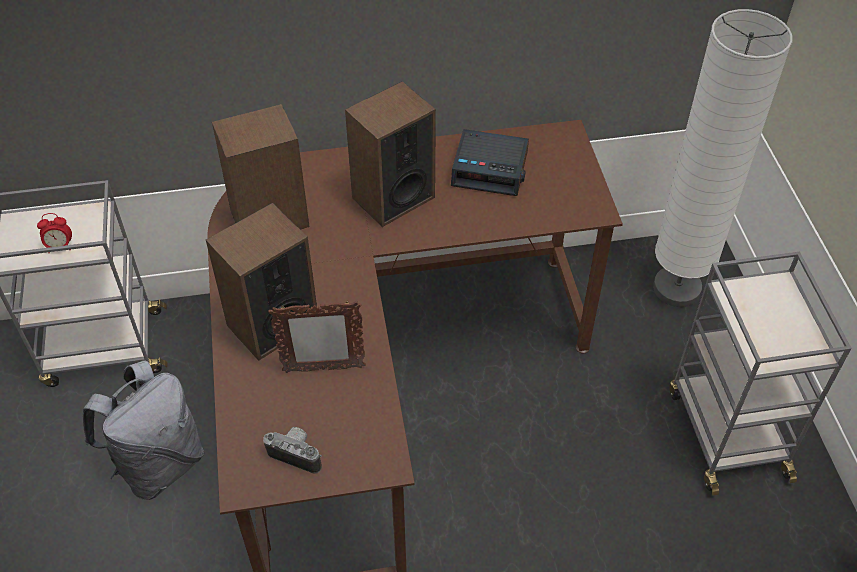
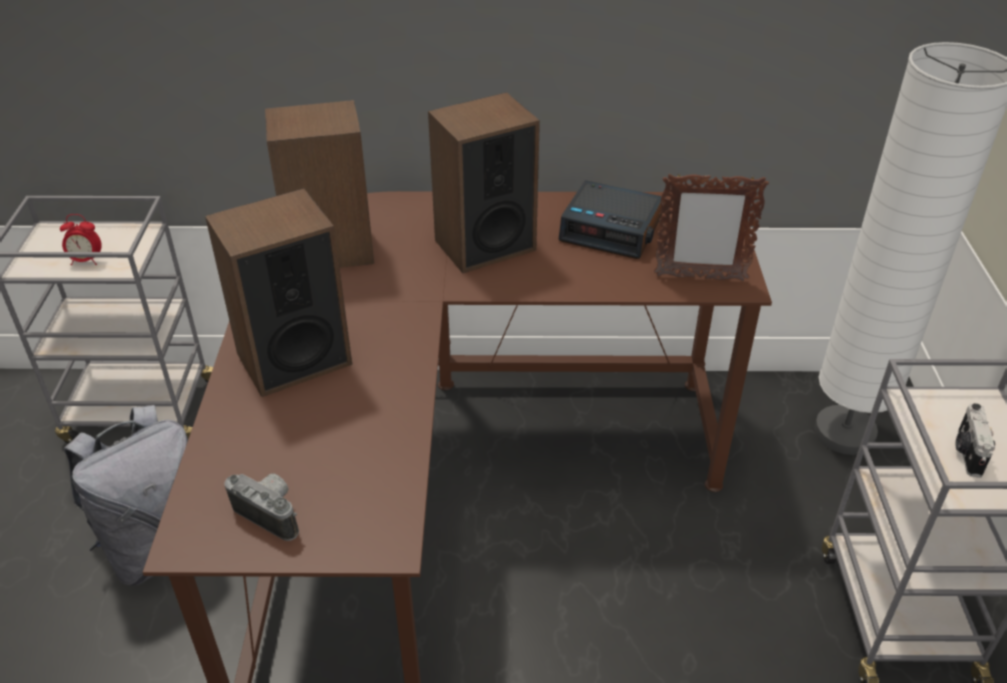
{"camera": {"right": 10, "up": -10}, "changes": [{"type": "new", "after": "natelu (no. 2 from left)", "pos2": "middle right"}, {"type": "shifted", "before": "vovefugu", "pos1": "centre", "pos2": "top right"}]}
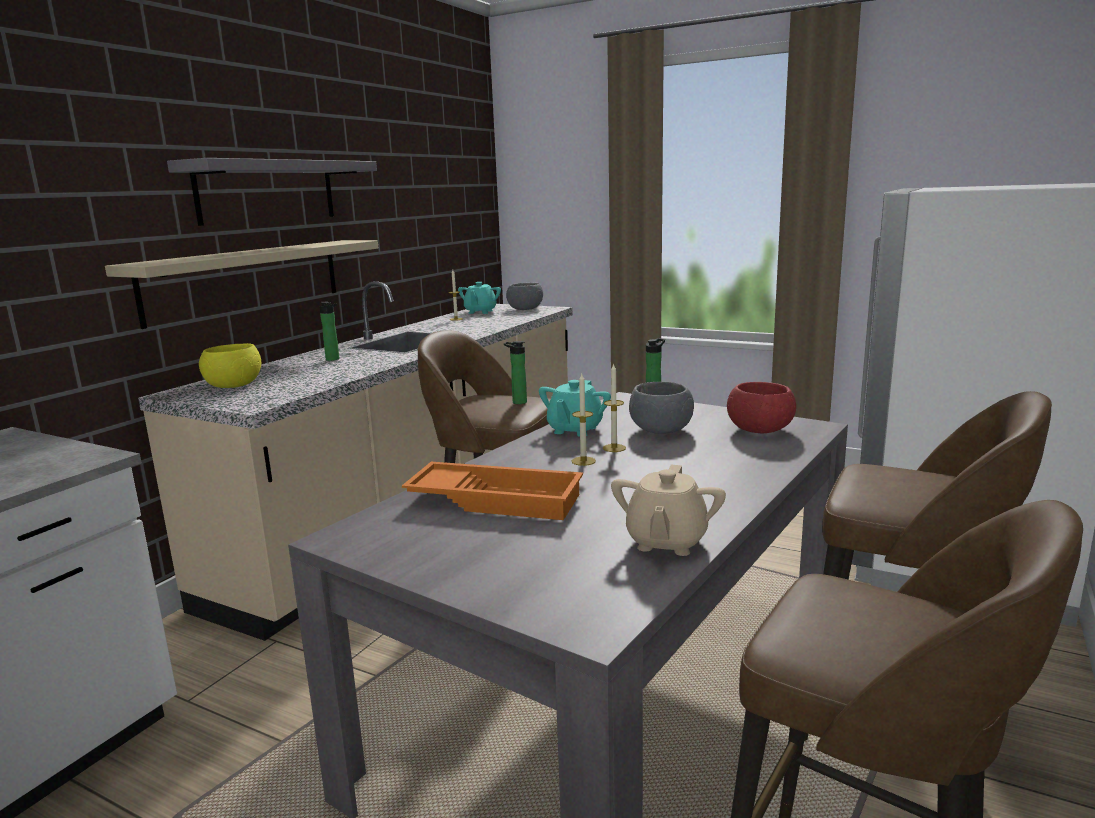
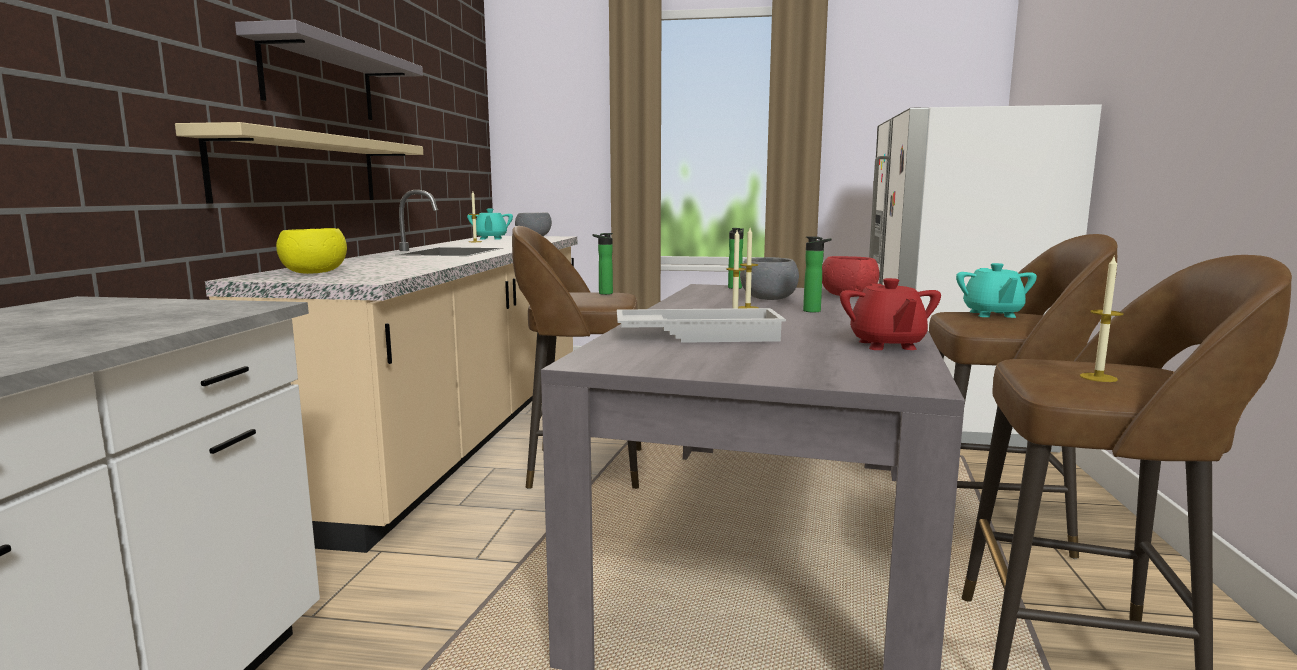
{"camera": {"right": -20, "up": -5}, "changes": [{"type": "new", "after": "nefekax (no. 4 from left)", "pos2": "middle right"}, {"type": "shifted", "before": "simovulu (no. 1 from left in the first image)", "after": "simovulu (no. 3 from left)", "pos1": "middle left", "pos2": "centre"}, {"type": "shifted", "before": "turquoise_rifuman (no. 2 from left)", "pos1": "centre", "pos2": "middle right"}, {"type": "repainted", "before": "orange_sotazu", "after": "white_sotazu", "pos1": "centre", "pos2": "centre"}, {"type": "repainted", "before": "beige_rifuman", "after": "red_rifuman", "pos1": "centre", "pos2": "middle right"}]}
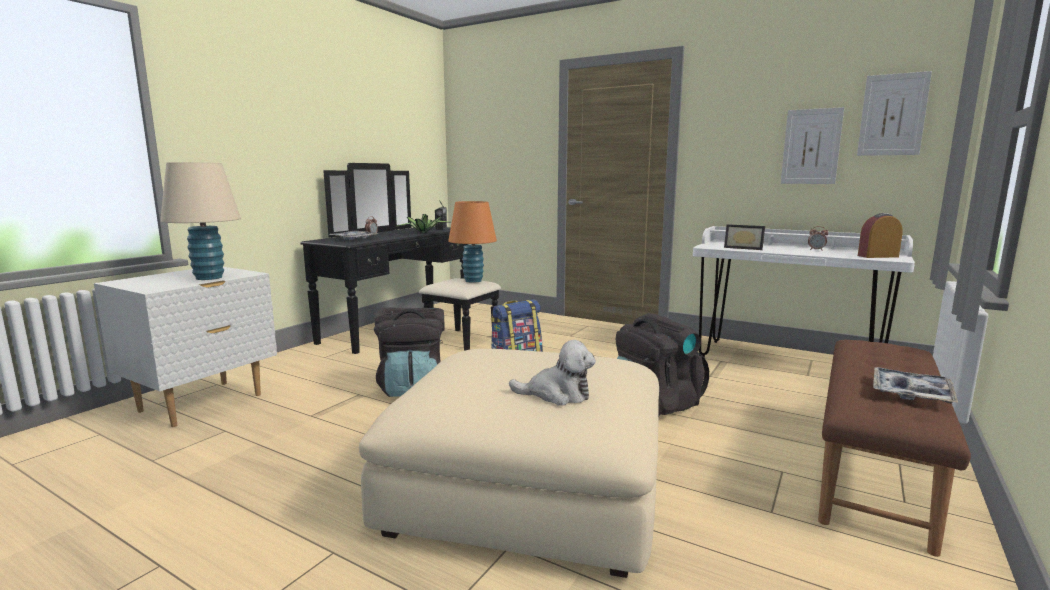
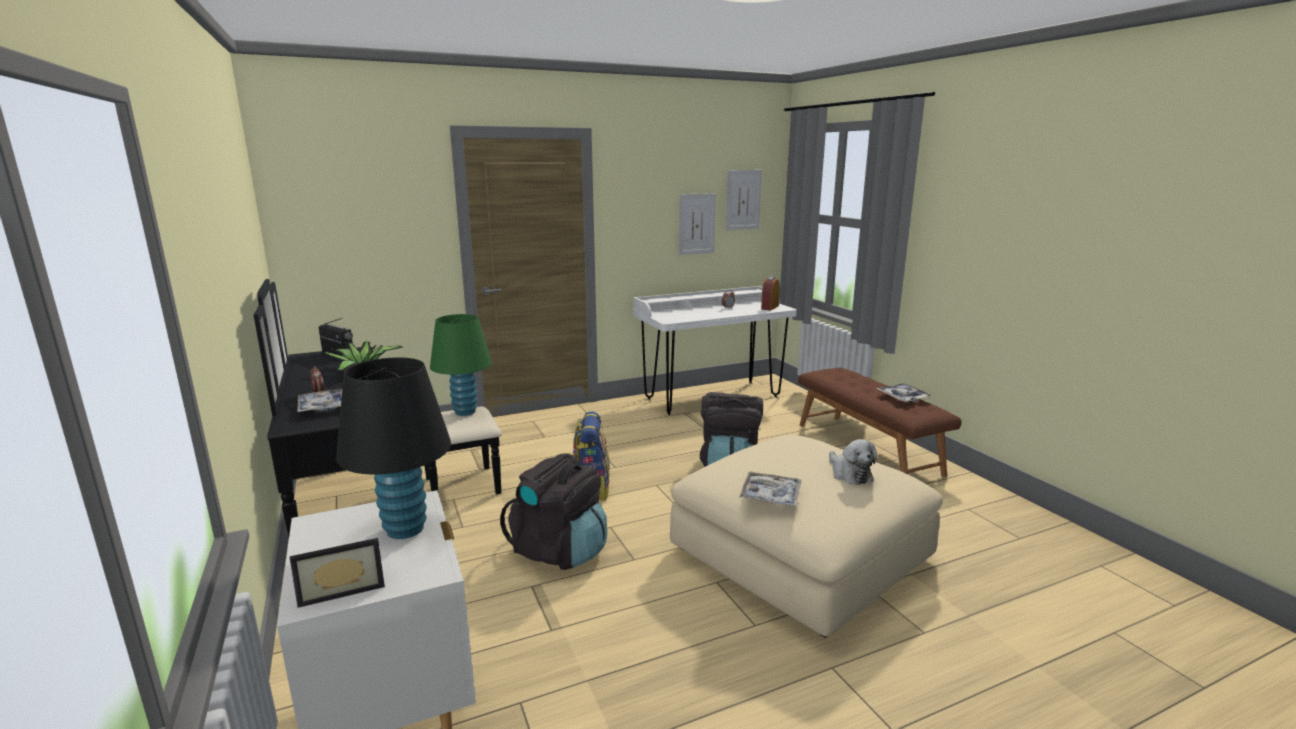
{"camera": {"right": -55, "up": 5}, "changes": [{"type": "new", "after": "sotazu (no. 2 from left)", "pos2": "bottom centre"}, {"type": "shifted", "before": "vovefugu", "pos1": "middle right", "pos2": "bottom left"}, {"type": "repainted", "before": "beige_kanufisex", "after": "black_kanufisex", "pos1": "middle left", "pos2": "middle left"}, {"type": "repainted", "before": "orange_kanufisex", "after": "green_kanufisex", "pos1": "centre", "pos2": "centre"}, {"type": "rotated", "before": "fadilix", "pos1": "centre", "pos2": "centre", "turn": 120}]}
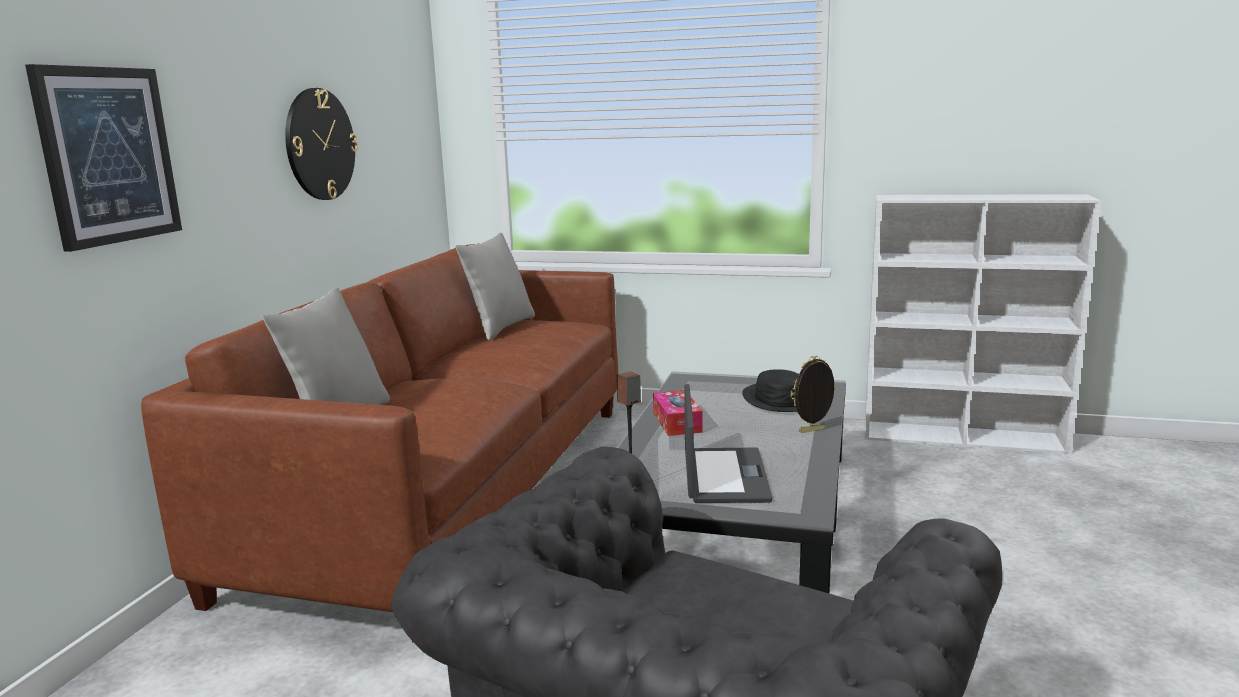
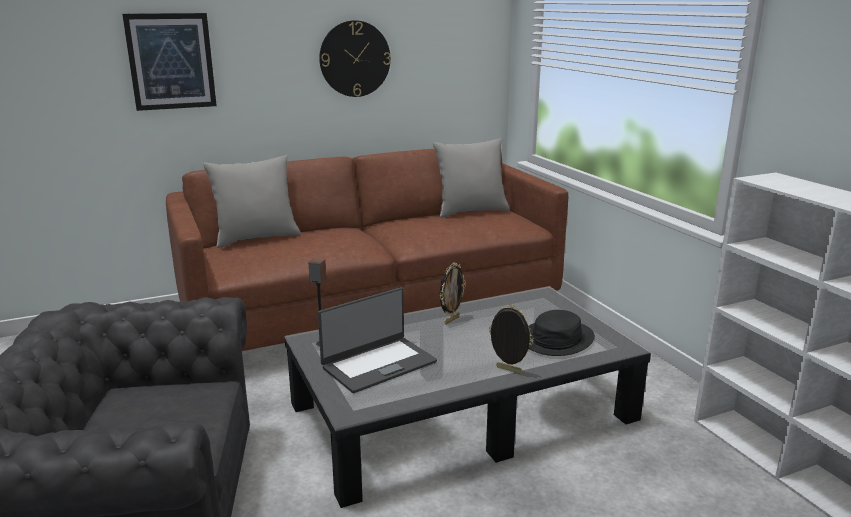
{"camera": {"right": 50, "up": 5}, "changes": [{"type": "swapped", "before": "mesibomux", "after": "vovefugu (no. 1 from left)", "pos1": "centre", "pos2": "centre"}]}
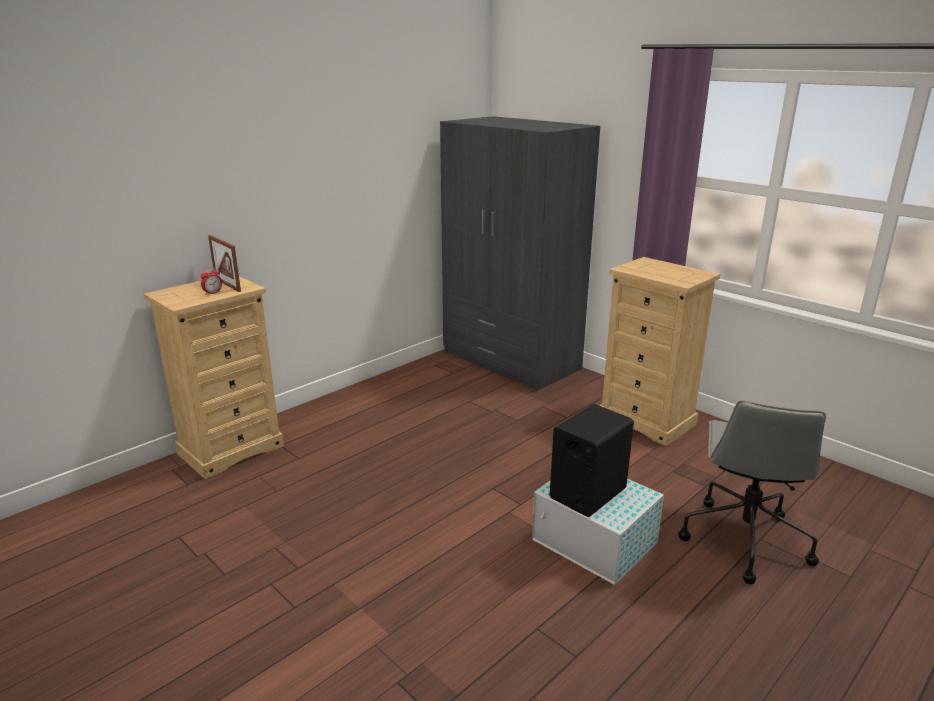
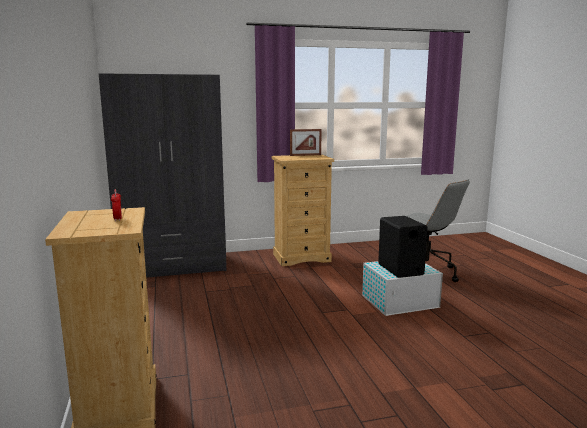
{"camera": {"right": -60, "up": -10}, "changes": [{"type": "shifted", "before": "vovefugu", "pos1": "middle left", "pos2": "top centre"}]}
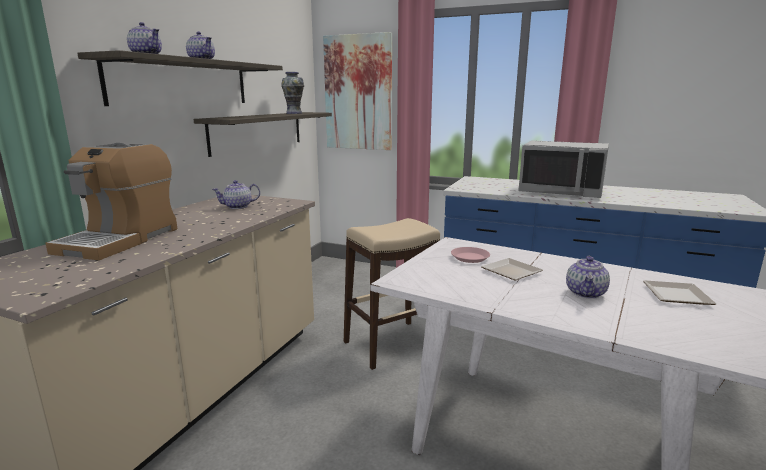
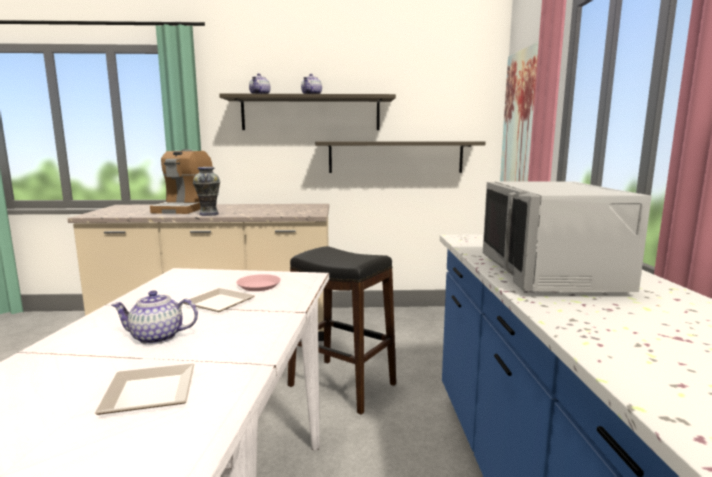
{"camera": {"right": 65, "up": -5}, "changes": [{"type": "gone", "before": "rifuman (no. 3 from left)", "pos1": "middle left"}, {"type": "shifted", "before": "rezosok", "pos1": "top centre", "pos2": "middle left"}, {"type": "repainted", "before": "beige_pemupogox", "after": "black_pemupogox", "pos1": "centre", "pos2": "bottom centre"}, {"type": "rotated", "before": "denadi", "pos1": "middle left", "pos2": "middle left", "turn": -75}]}
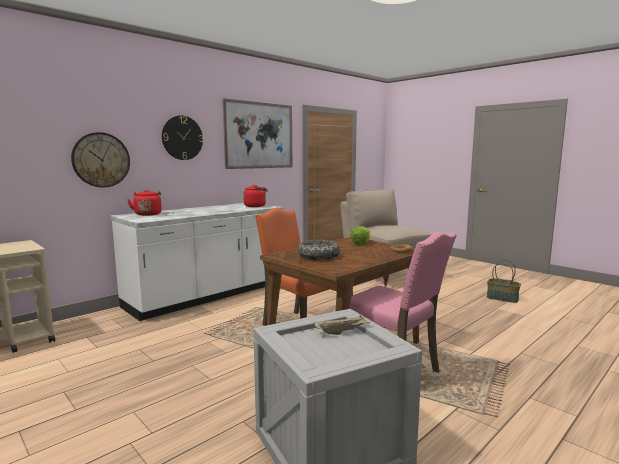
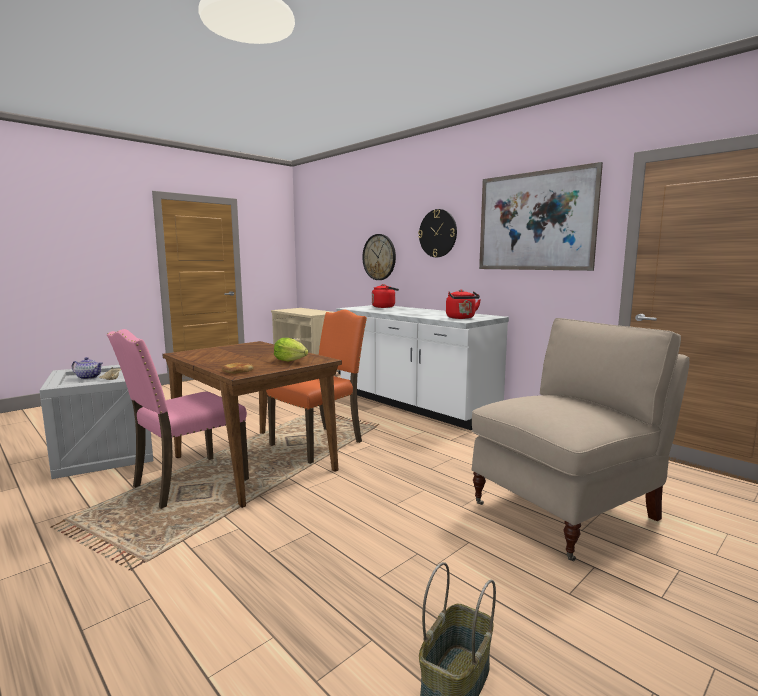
{"camera": {"right": 90, "up": 0}, "changes": [{"type": "gone", "before": "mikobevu", "pos1": "centre"}, {"type": "new", "after": "rifuman", "pos2": "middle left"}]}
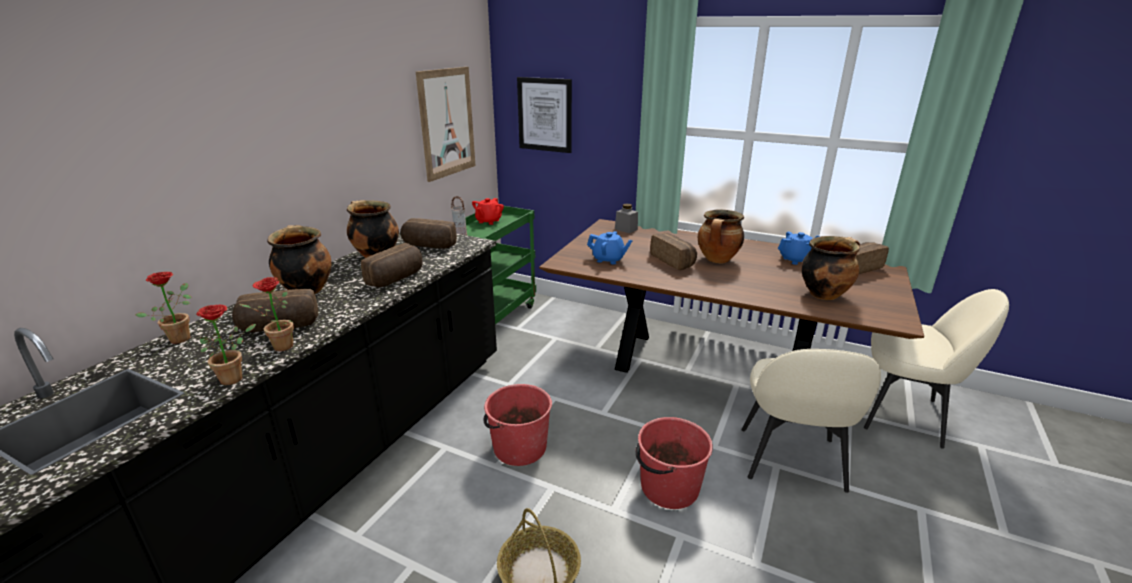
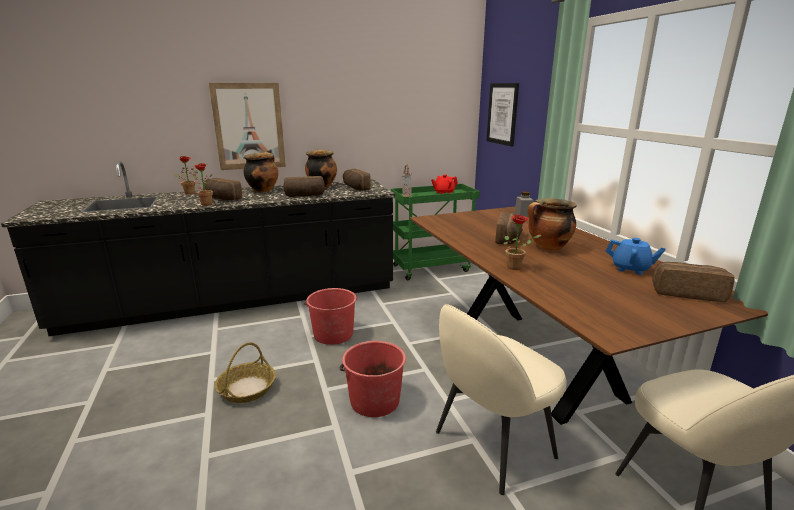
{"camera": {"right": 45, "up": -5}, "changes": [{"type": "gone", "before": "blue_rifuman (no. 1 from left)", "pos1": "centre"}, {"type": "gone", "before": "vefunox (no. 4 from left)", "pos1": "middle right"}, {"type": "shifted", "before": "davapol (no. 2 from left in the first image)", "after": "davapol (no. 3 from left)", "pos1": "middle left", "pos2": "centre"}, {"type": "shifted", "before": "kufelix (no. 1 from left)", "pos1": "top centre", "pos2": "top left"}]}
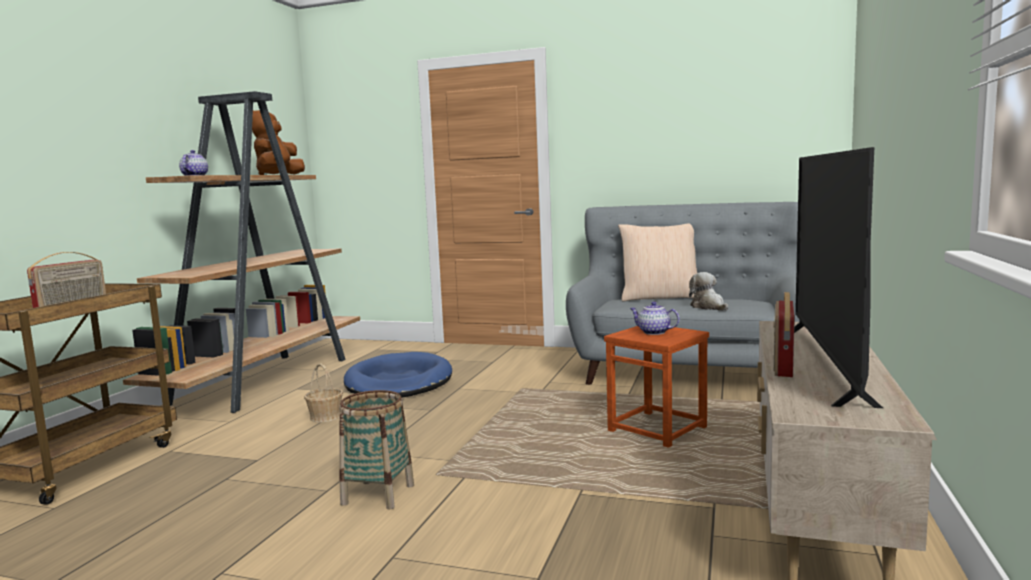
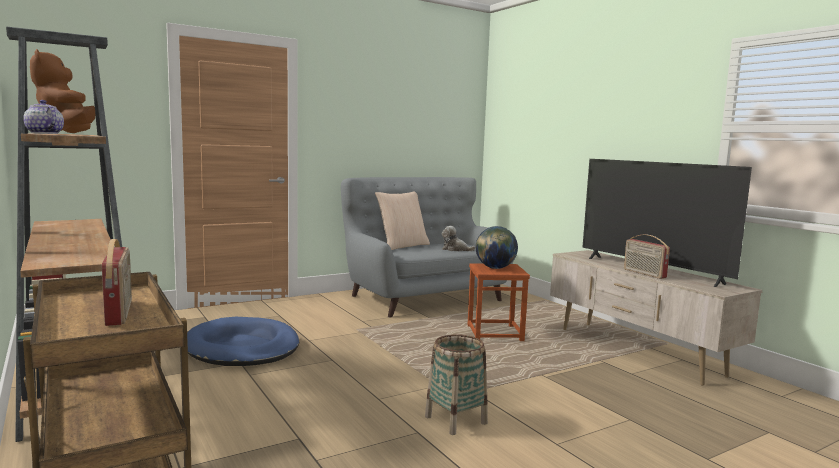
{"camera": {"right": -50, "up": 0}, "changes": [{"type": "gone", "before": "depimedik (no. 1 from left)", "pos1": "bottom left"}, {"type": "swapped", "before": "rifuman (no. 2 from left)", "after": "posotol", "pos1": "centre", "pos2": "centre"}]}
